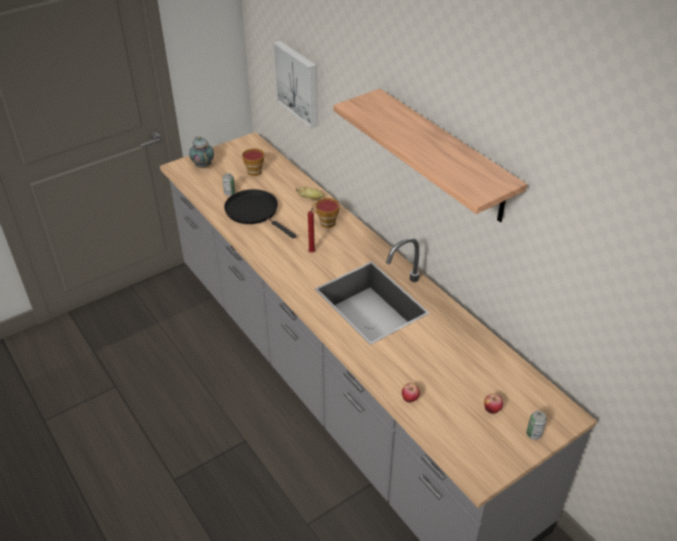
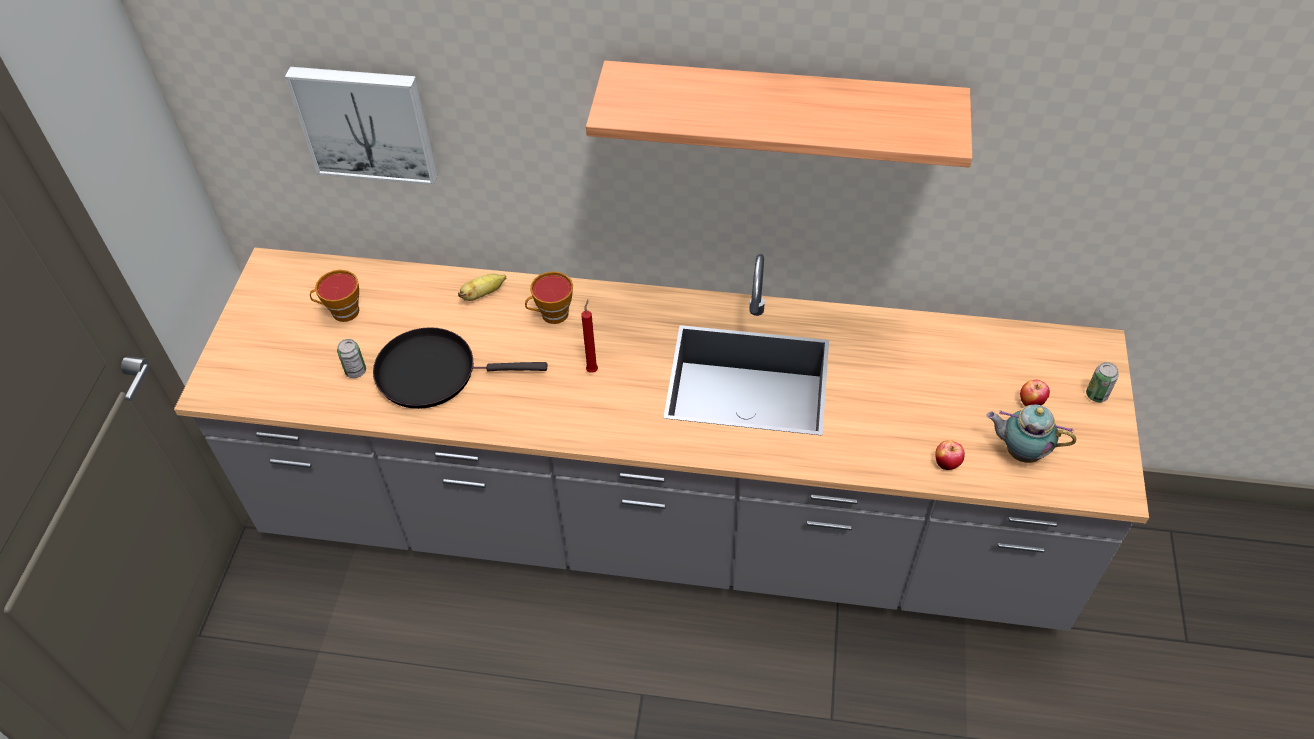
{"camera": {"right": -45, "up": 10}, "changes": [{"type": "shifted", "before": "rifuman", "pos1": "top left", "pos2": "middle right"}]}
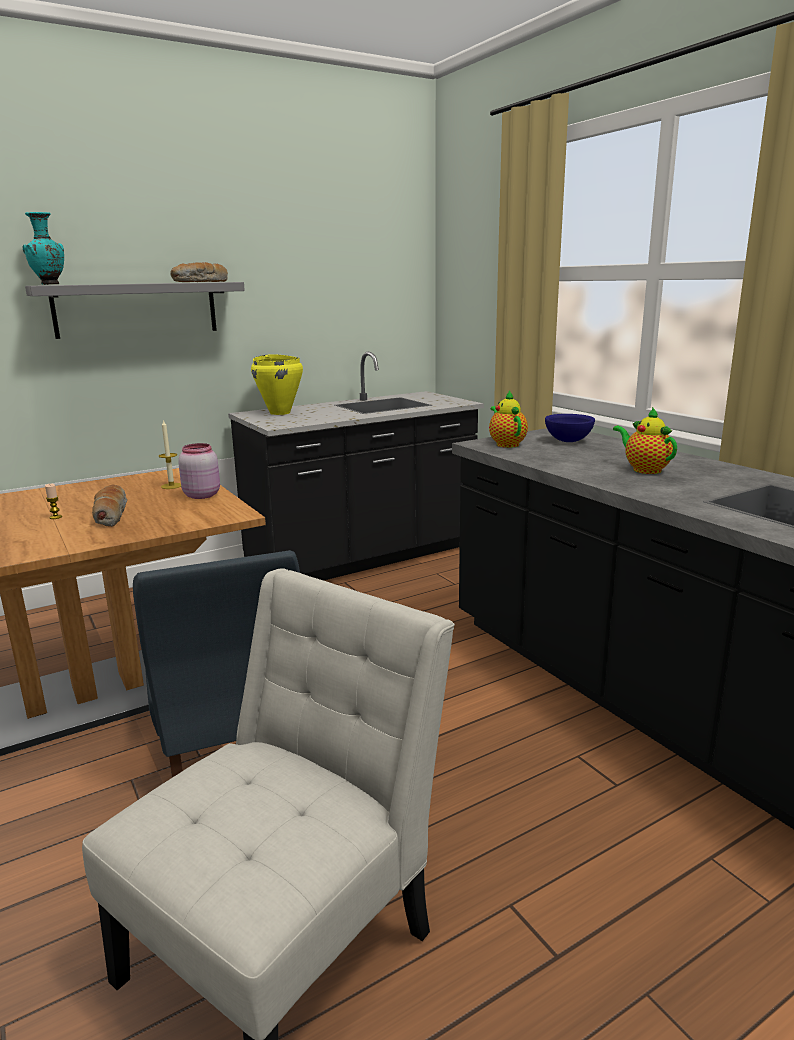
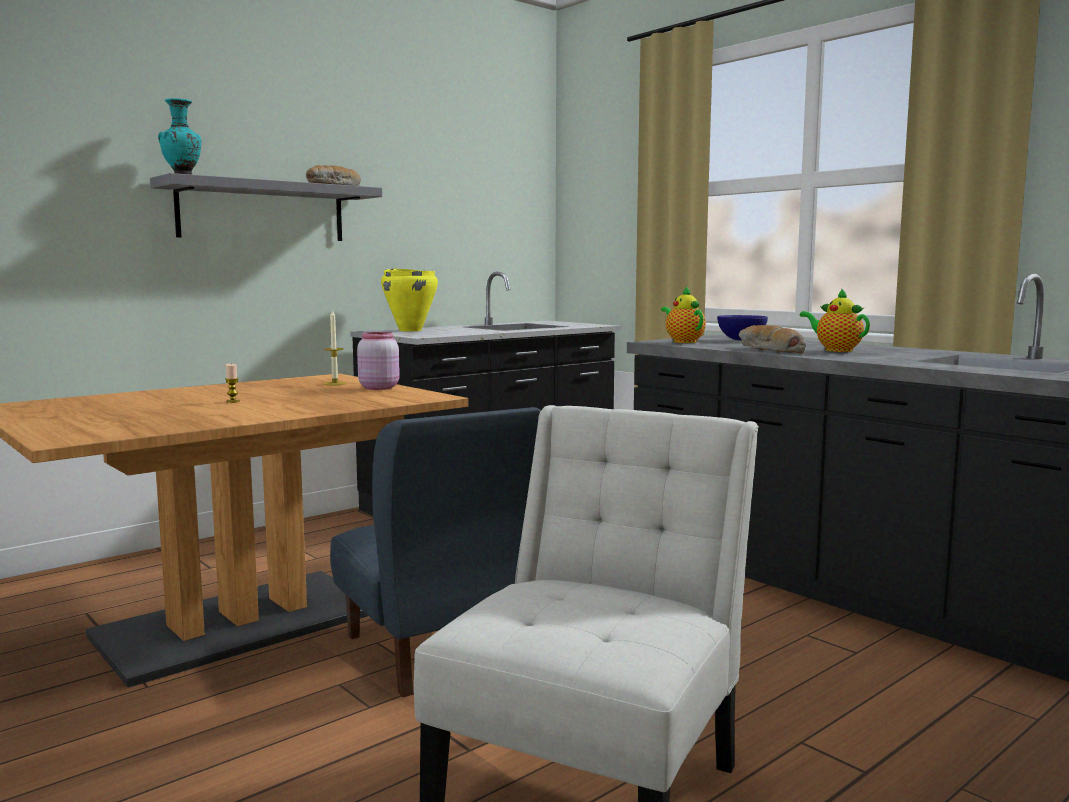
{"camera": {"right": -10, "up": -10}, "changes": [{"type": "shifted", "before": "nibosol (no. 1 from left in the first image)", "after": "nibosol (no. 2 from left)", "pos1": "middle left", "pos2": "middle right"}]}
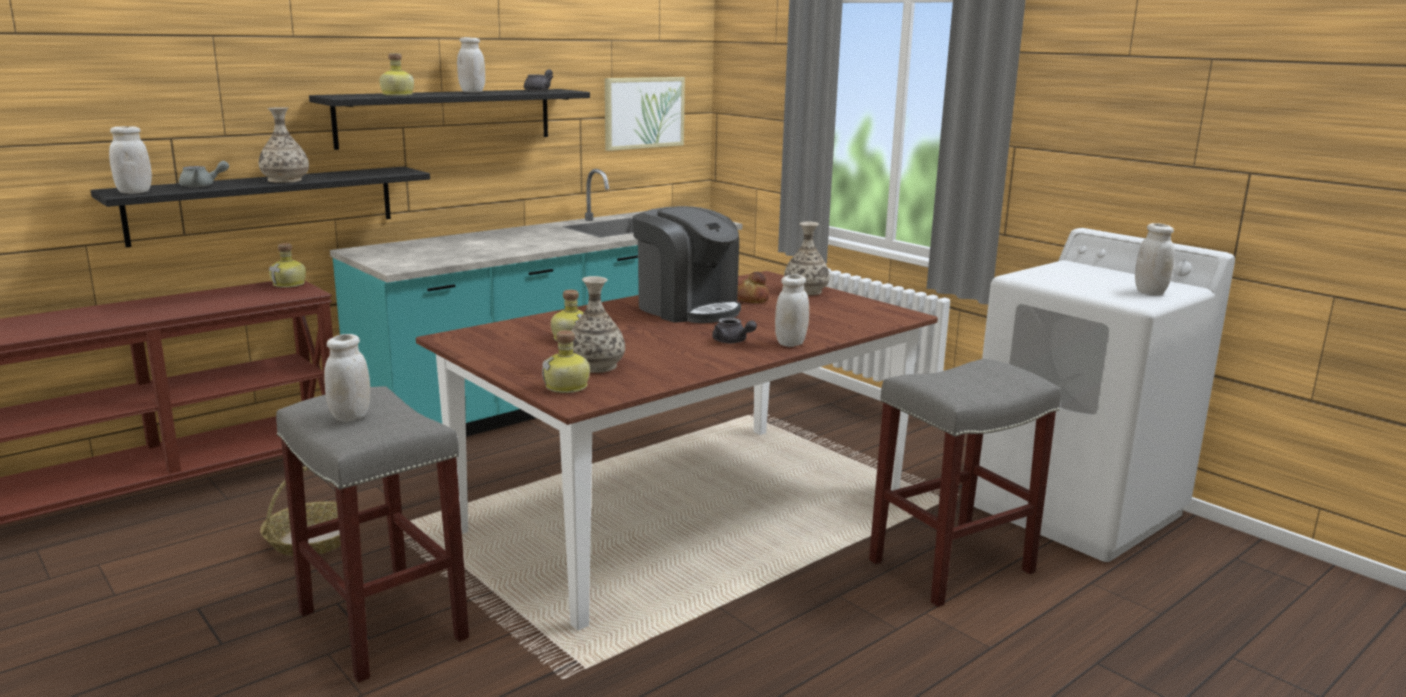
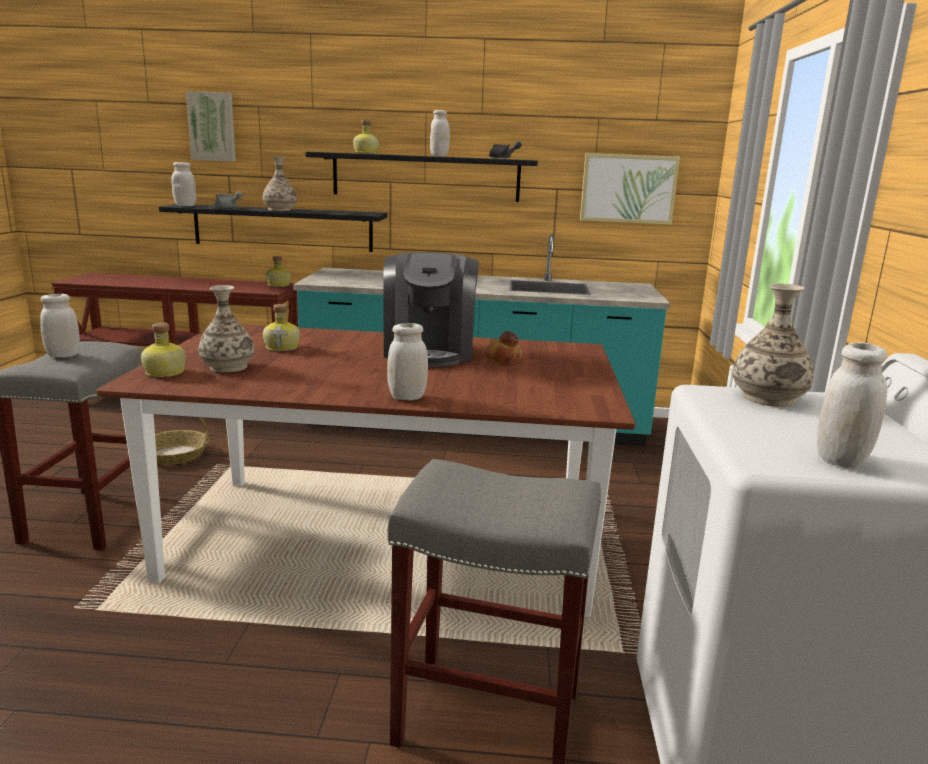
{"camera": {"right": 45, "up": 0}, "changes": [{"type": "gone", "before": "grey_rifuman (no. 3 from left)", "pos1": "centre"}, {"type": "new", "after": "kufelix (no. 1 from left)", "pos2": "top left"}, {"type": "shifted", "before": "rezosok (no. 3 from left)", "pos1": "centre", "pos2": "middle right"}]}
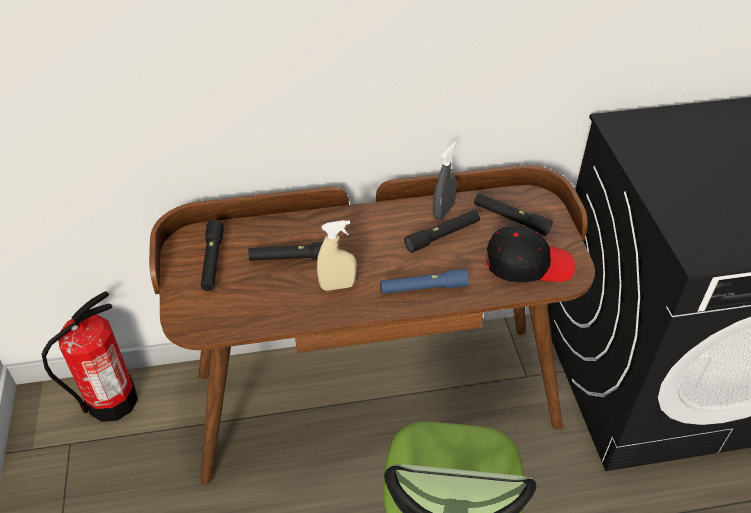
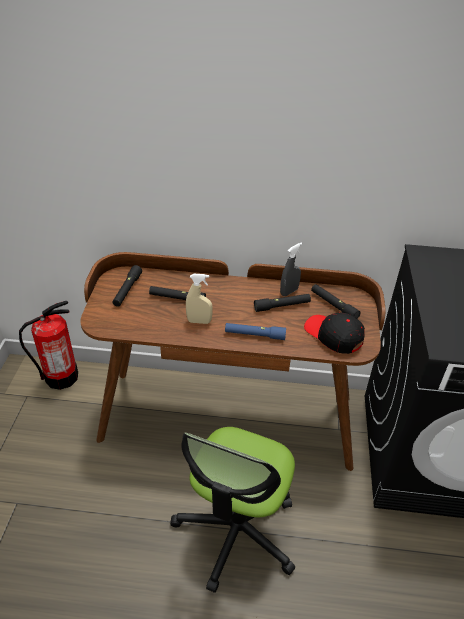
{"camera": {"right": 15, "up": -5}, "changes": [{"type": "rotated", "before": "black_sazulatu", "pos1": "middle right", "pos2": "middle right", "turn": -150}]}
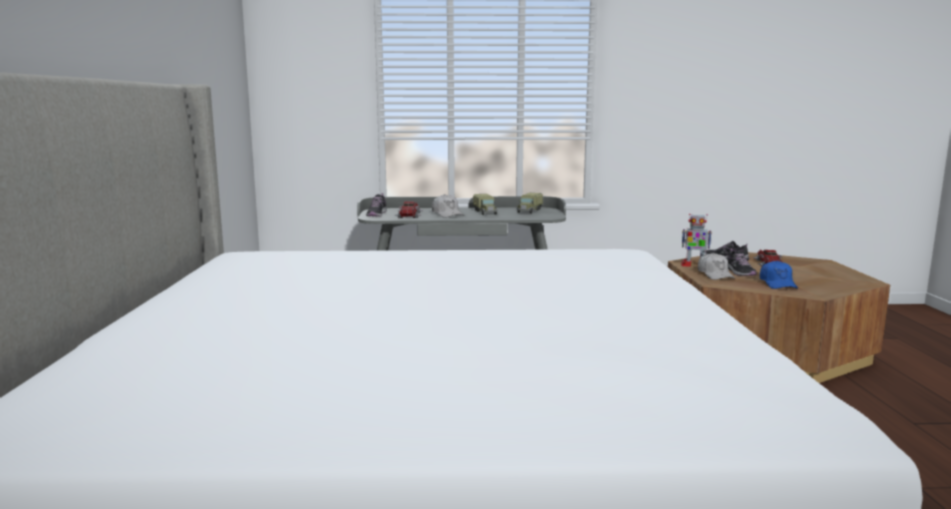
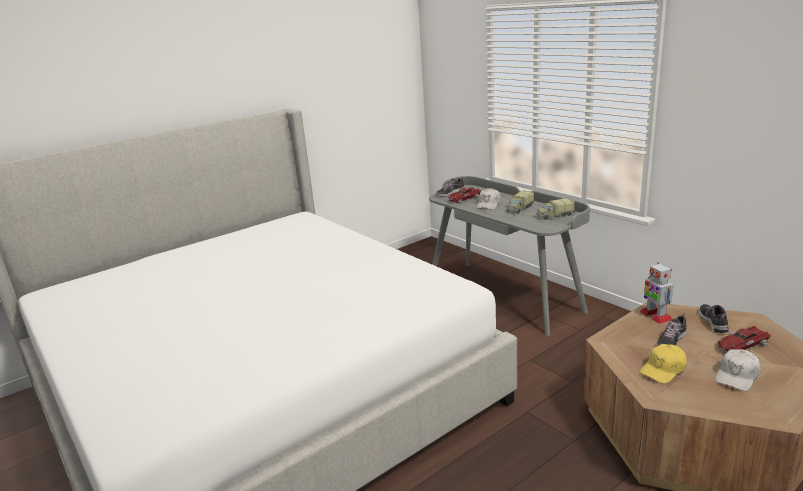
{"camera": {"right": 55, "up": 10}, "changes": [{"type": "shifted", "before": "white_sazulatu (no. 2 from left)", "pos1": "middle right", "pos2": "bottom right"}, {"type": "repainted", "before": "blue_sazulatu", "after": "yellow_sazulatu", "pos1": "middle right", "pos2": "bottom right"}]}
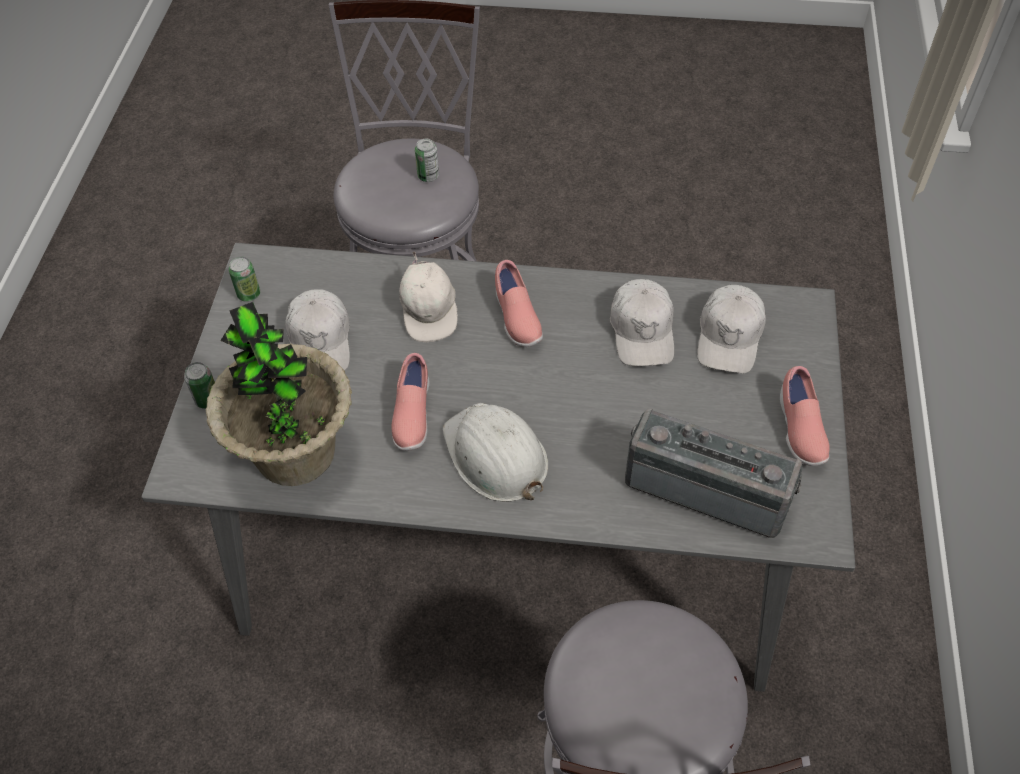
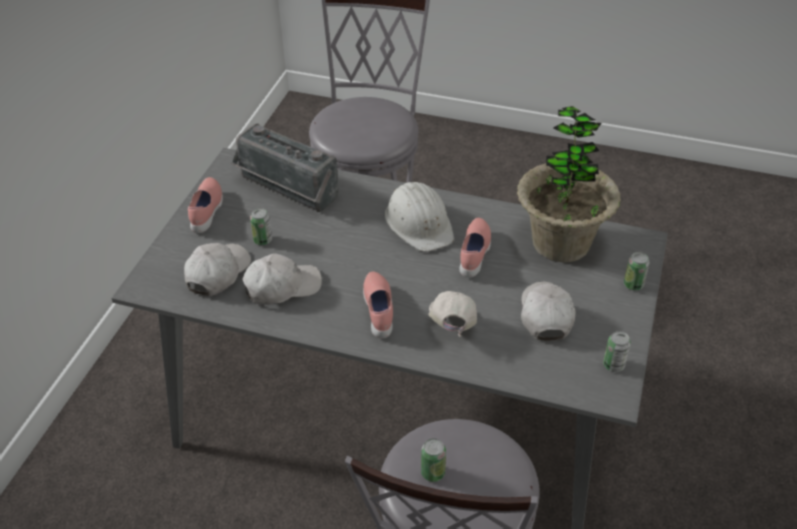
{"camera": {"right": -170, "up": -10}, "changes": [{"type": "new", "after": "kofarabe (no. 1 from left)", "pos2": "middle left"}, {"type": "rotated", "before": "white_sazulatu (no. 3 from left in the first image)", "pos1": "centre", "pos2": "centre", "turn": 60}]}
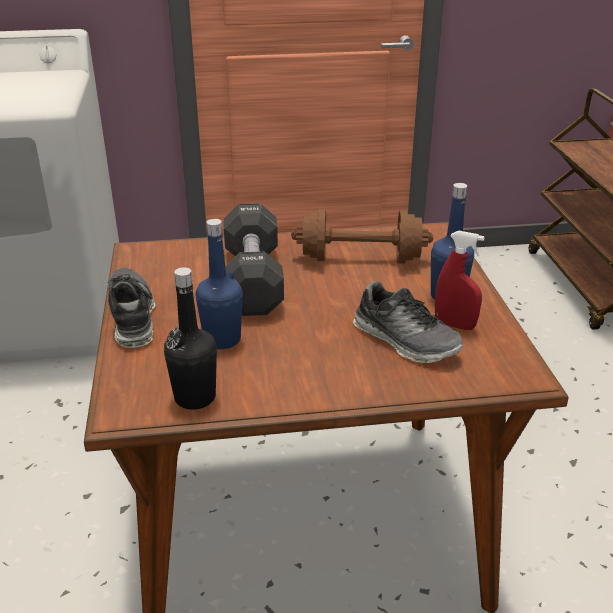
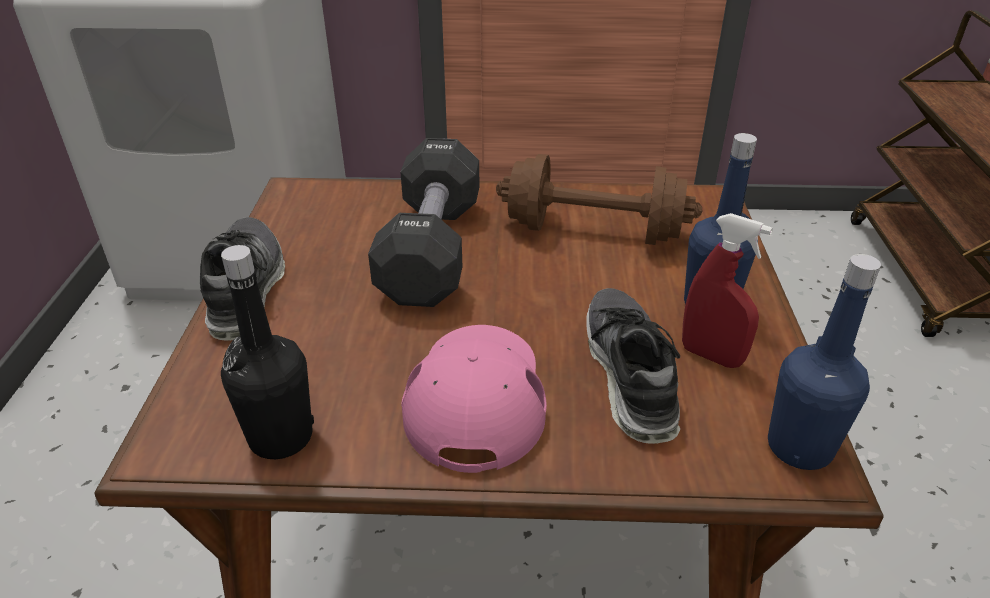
{"camera": {"right": 10, "up": 5}, "changes": [{"type": "new", "after": "pink_sazulatu", "pos2": "bottom centre"}, {"type": "shifted", "before": "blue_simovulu (no. 1 from left in the first image)", "after": "blue_simovulu (no. 2 from left)", "pos1": "centre", "pos2": "middle right"}, {"type": "rotated", "before": "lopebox (no. 2 from left)", "pos1": "centre", "pos2": "centre", "turn": -150}]}
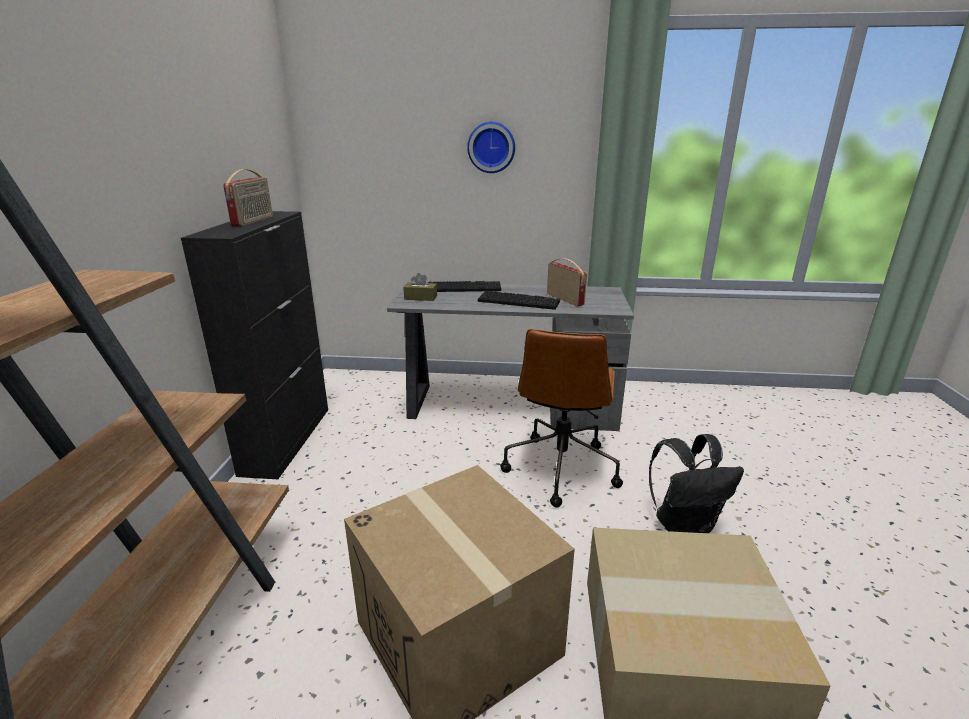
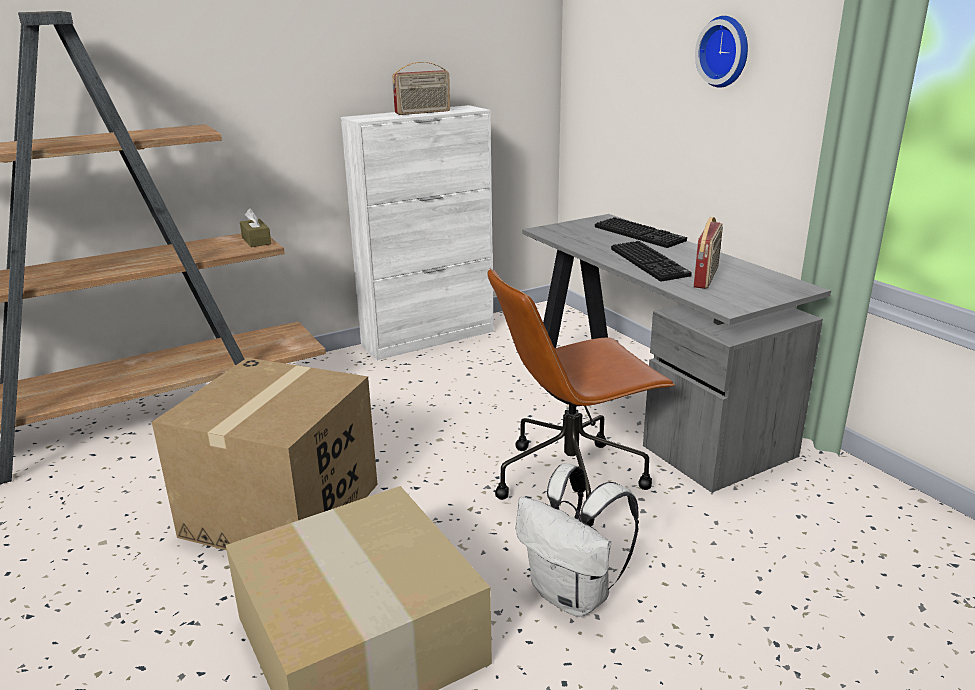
{"camera": {"right": 55, "up": 0}, "changes": [{"type": "shifted", "before": "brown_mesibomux", "pos1": "centre", "pos2": "top left"}, {"type": "repainted", "before": "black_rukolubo", "after": "white_rukolubo", "pos1": "middle left", "pos2": "centre"}, {"type": "repainted", "before": "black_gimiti", "after": "white_gimiti", "pos1": "bottom right", "pos2": "bottom centre"}]}
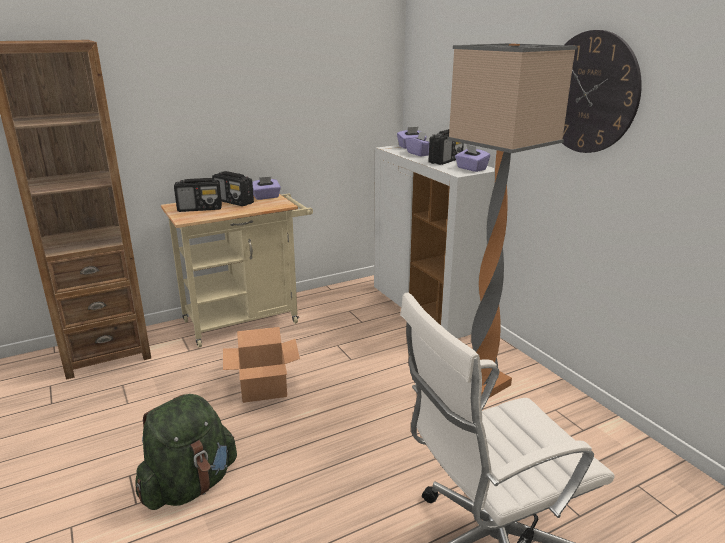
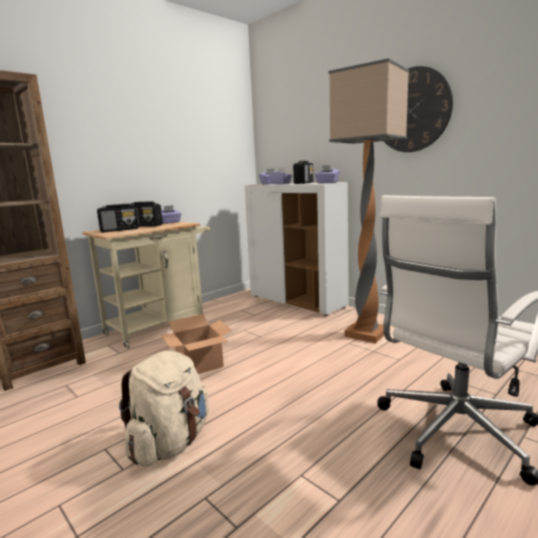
{"camera": {"right": -15, "up": -10}, "changes": [{"type": "repainted", "before": "green_gimiti", "after": "beige_gimiti", "pos1": "bottom left", "pos2": "bottom left"}]}
